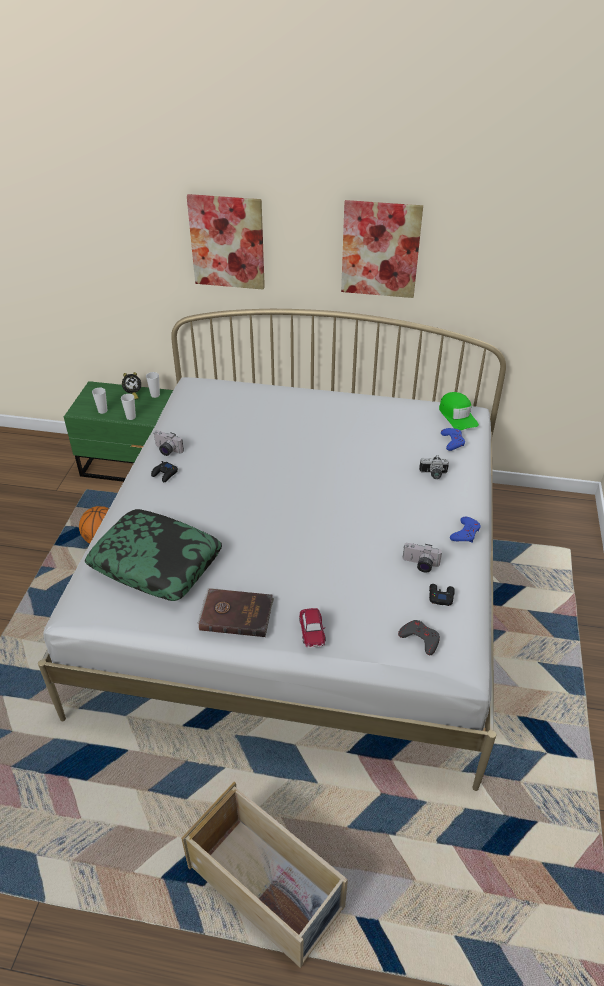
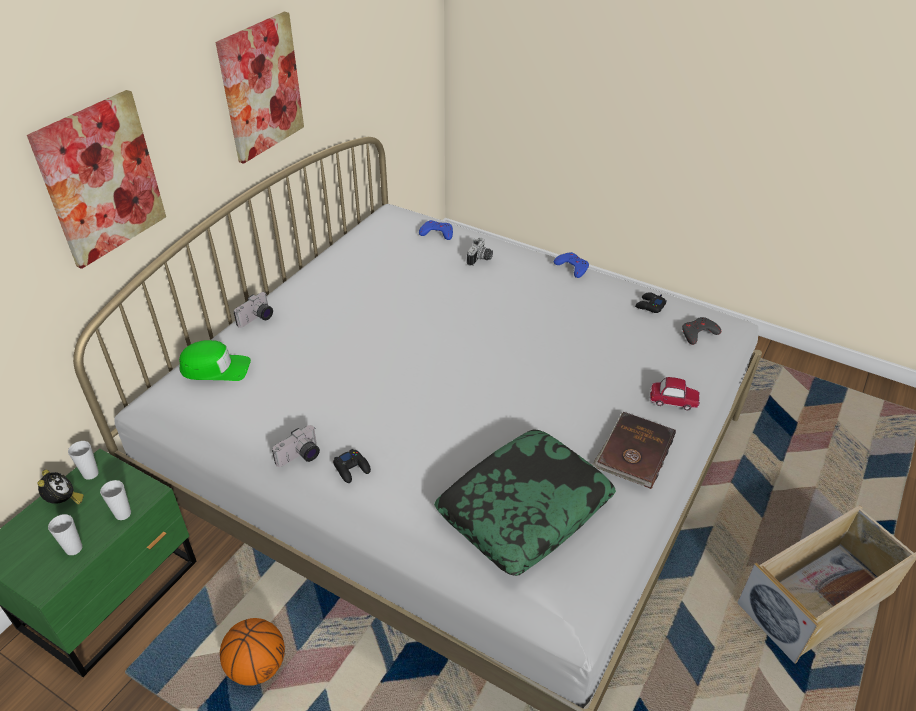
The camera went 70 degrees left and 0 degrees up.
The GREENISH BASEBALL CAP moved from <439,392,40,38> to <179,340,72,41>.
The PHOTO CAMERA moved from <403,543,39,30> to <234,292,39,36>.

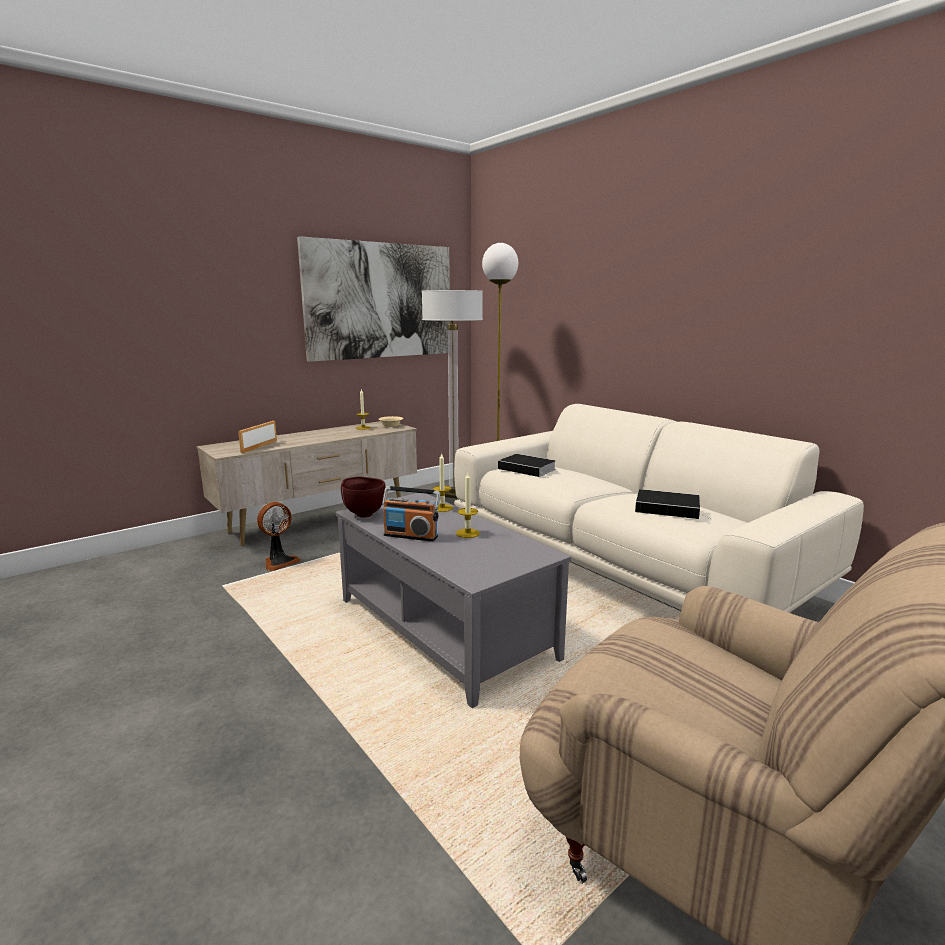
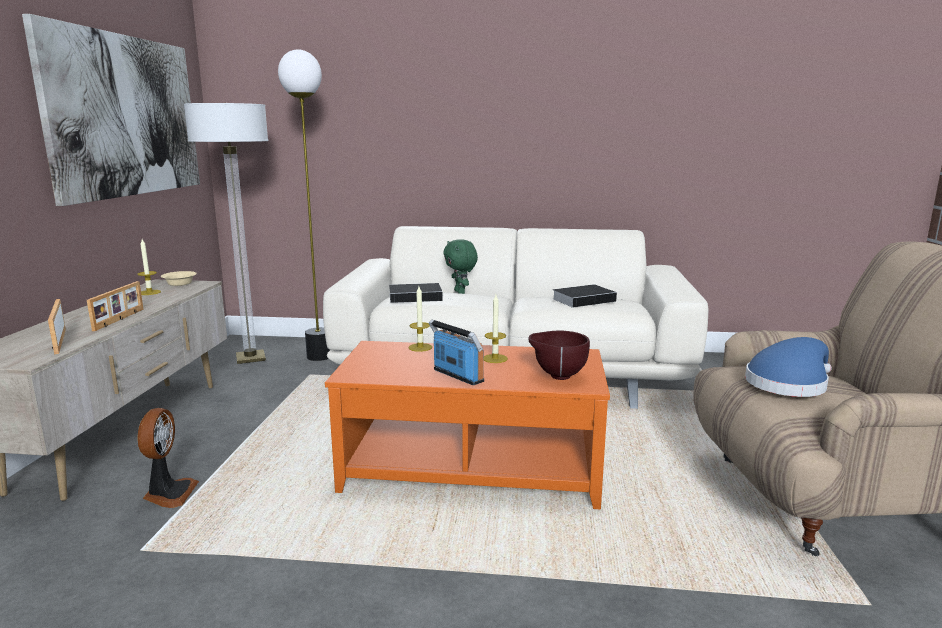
The camera went 45 degrees left and 0 degrees up.
The STANDING FRAME at <87,281,57,50> appeared.
The GRAY COFFEE TABLE at <336,493,235,215> became the ORANGE-COLOURED COFFEE TABLE at <325,341,285,168>.
The RADIO at <382,486,58,56> turned 105 degrees counterclockwise.
The GREENISH SOFT TOY at <443,239,35,55> appeared.
The BROWN DEEP DISH moved from <341,477,45,41> to <528,331,62,49>.
The BLUE-COLOURED WEARABLE HAT at <745,337,87,60> appeared.

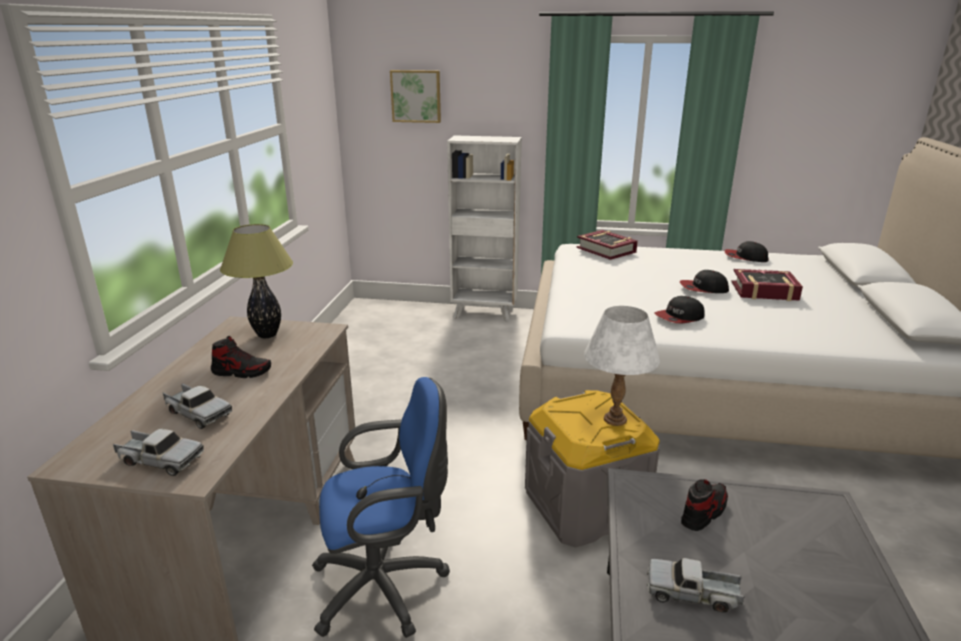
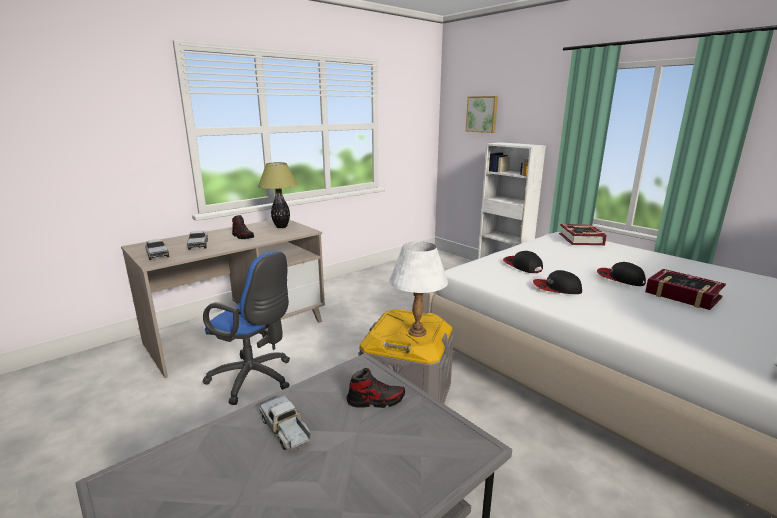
The camera went 40 degrees right and 5 degrees down.
The BASEBALL CAP moved from <725,241,44,21> to <503,251,40,22>.

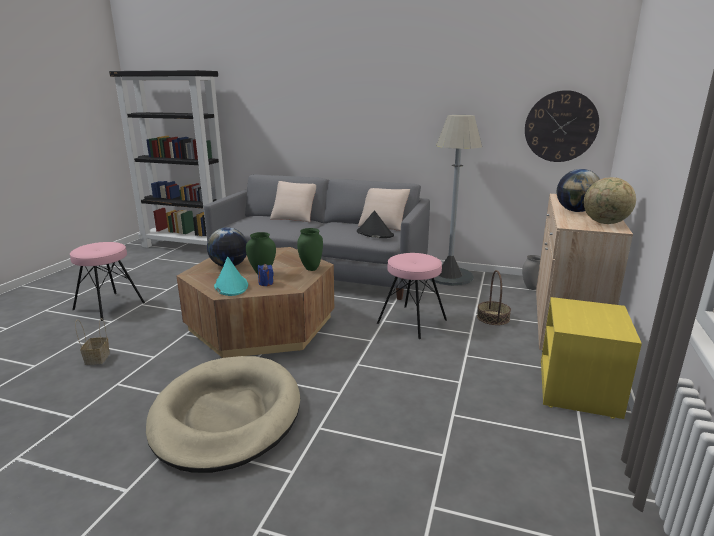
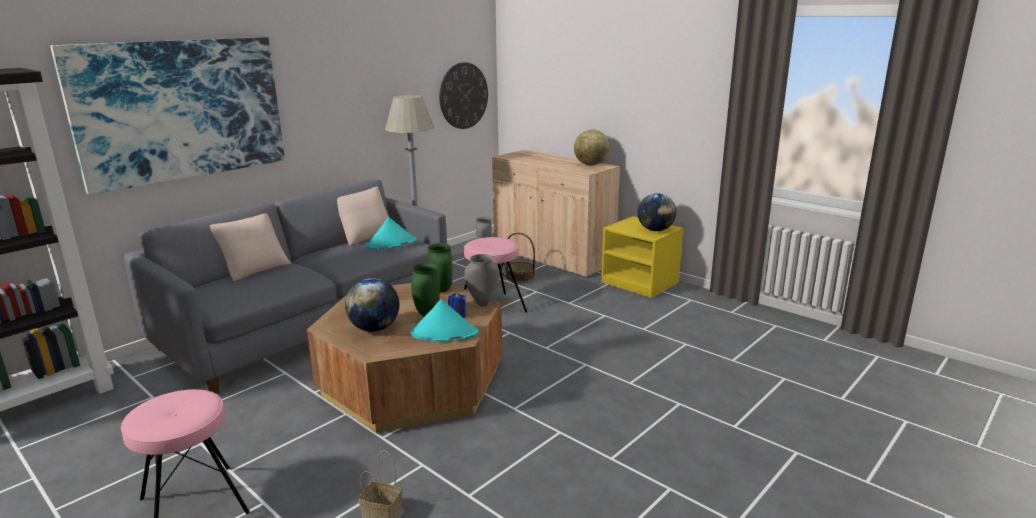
The camera went 65 degrees left and 0 degrees up.
The WALL ART at <50,37,235,158> appeared.
The BLACK WEARABLE HAT at <357,211,37,27> became the TURQUOISE WEARABLE HAT at <366,217,50,33>.
The GRAY VASE at <464,254,35,52> appeared.
The GLOBE moved from <557,169,43,43> to <638,193,38,38>.
The SAND-COLOURED PET BED at <146,356,154,117> disappeared.

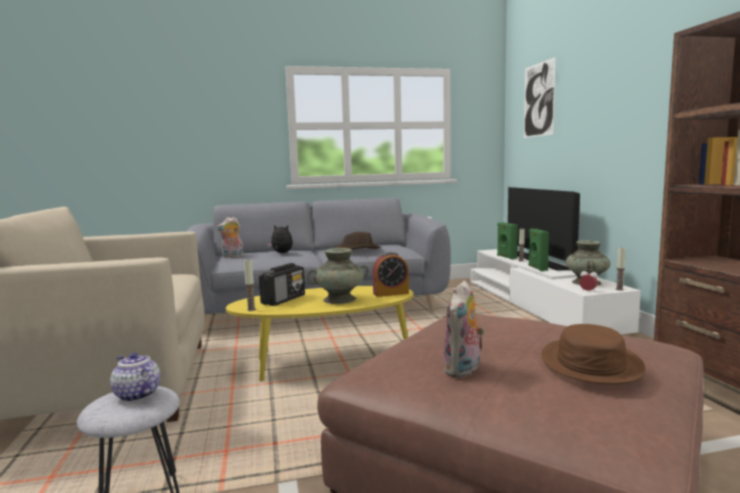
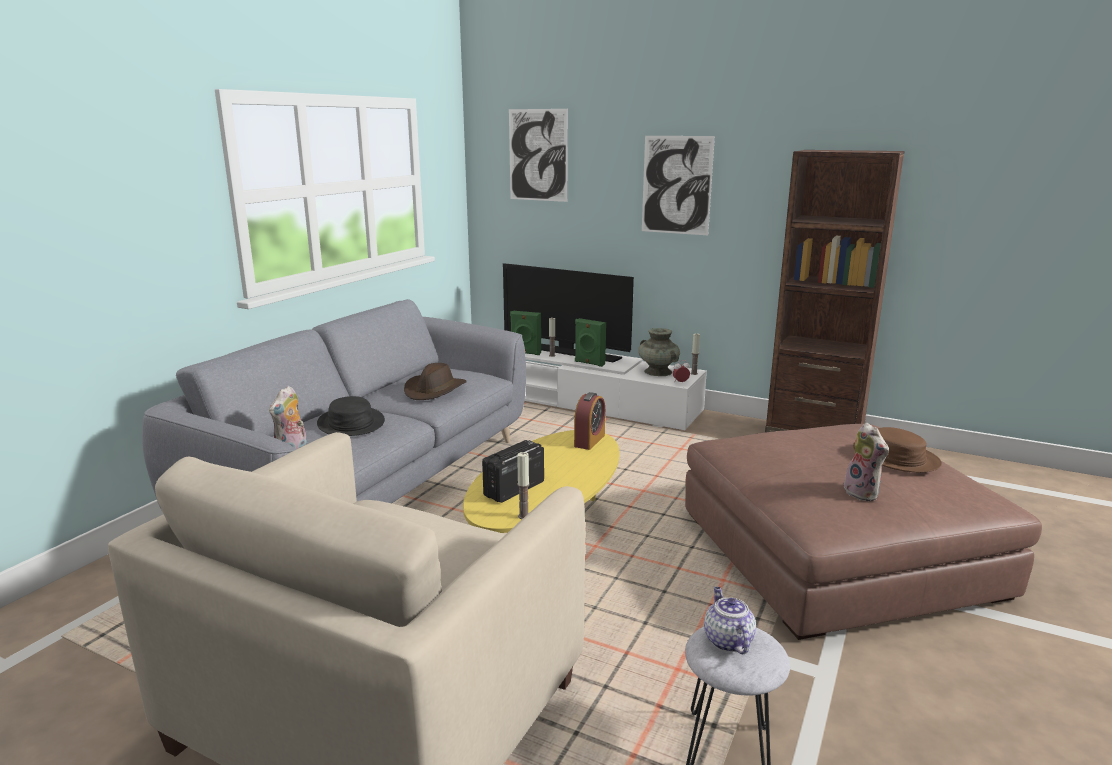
The camera went 50 degrees left and 10 degrees up.
The SOFT TOY at <267,225,26,28> was replaced by the BLACK WEARABLE HAT at <317,396,68,40>.
The RADIO at <259,263,46,43> turned 120 degrees counterclockwise.
The WALL ART at <642,136,73,99> appeared.
The TEA POT at <110,352,51,50> turned 90 degrees clockwise.
The TURQUOISE VASE at <307,248,62,56> disappeared.

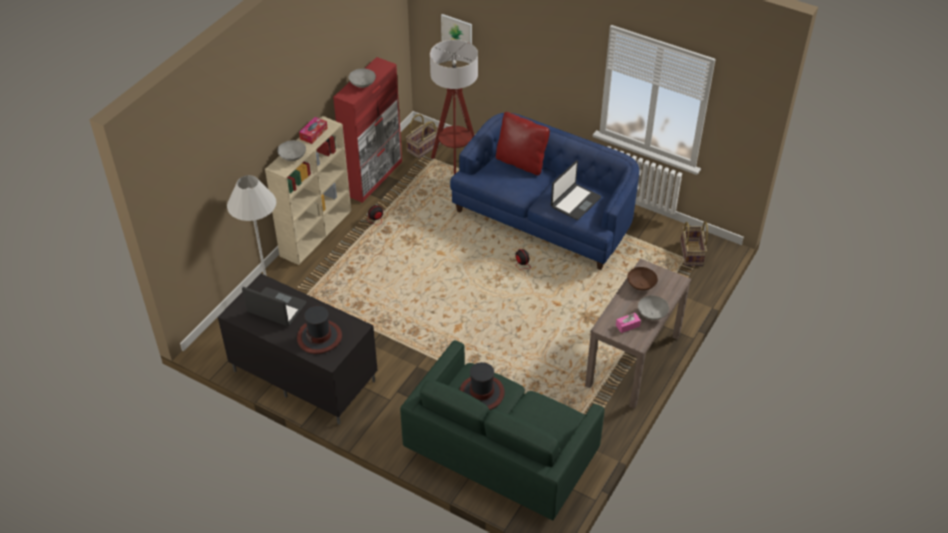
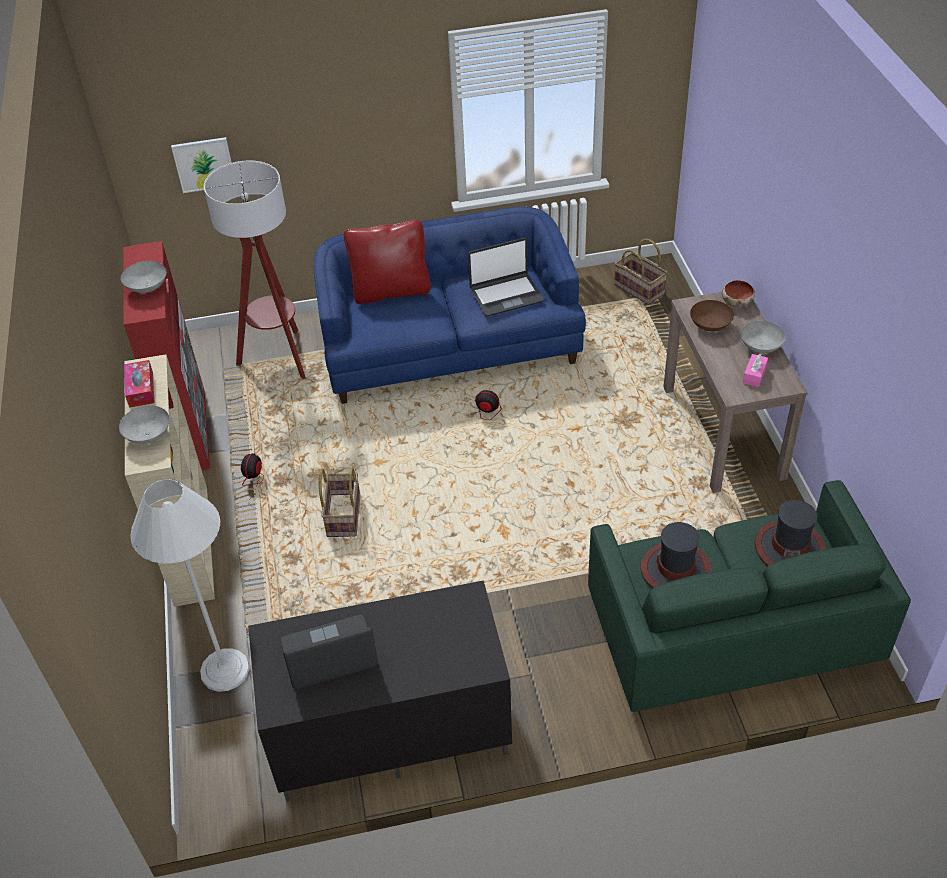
The camera went 40 degrees left and 0 degrees up.
The HOUSEHOLD BASKET moved from <406,114,35,44> to <319,468,41,69>.
The PORTABLE COMPUTER at <551,161,50,59> turned 75 degrees clockwise.
The DEEP DISH at <722,280,33,27> appeared.
The WEARABLE HAT moved from <297,306,45,48> to <755,500,71,66>.

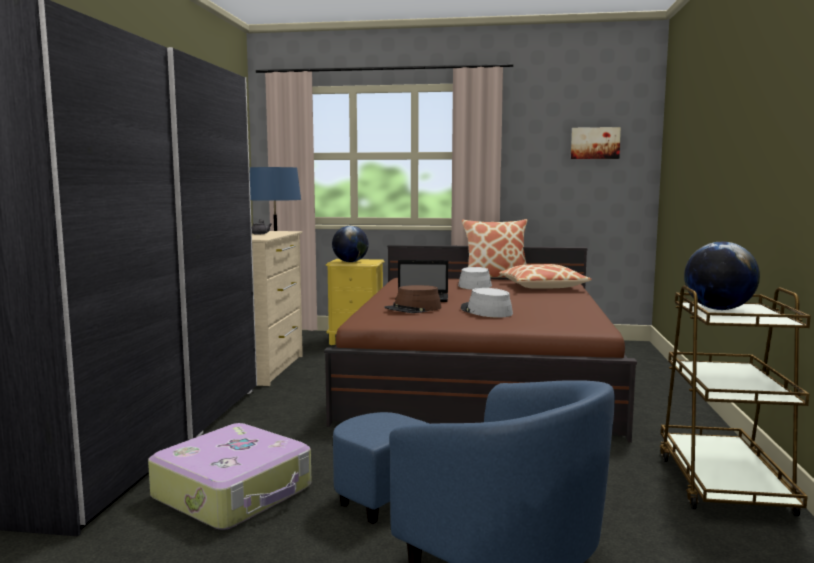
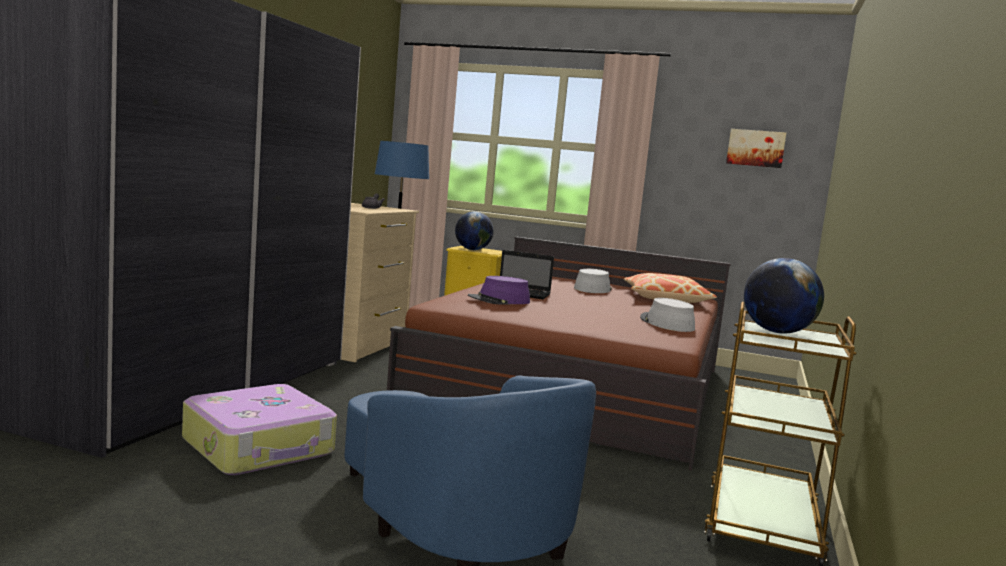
The camera went 10 degrees right and 0 degrees up.
The BROWN WEARABLE HAT at <384,285,57,28> became the PURPLE WEARABLE HAT at <468,276,62,29>.
The GRAY WEARABLE HAT moved from <461,288,52,30> to <640,298,55,34>.
The THROW PILLOW at <462,219,65,59> disappeared.

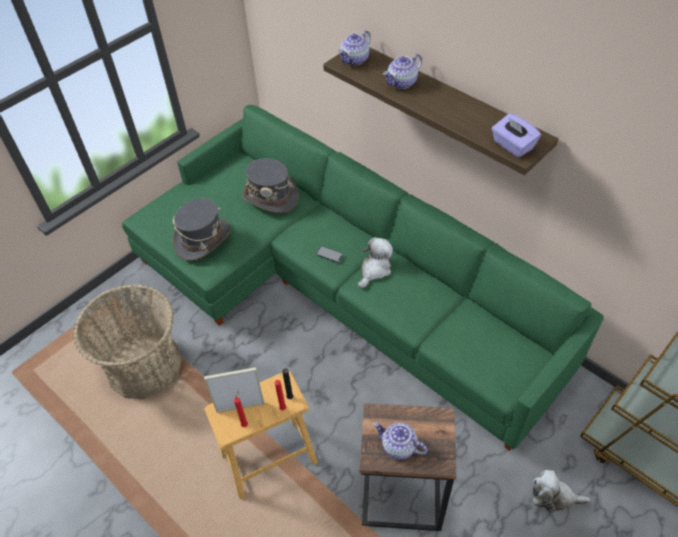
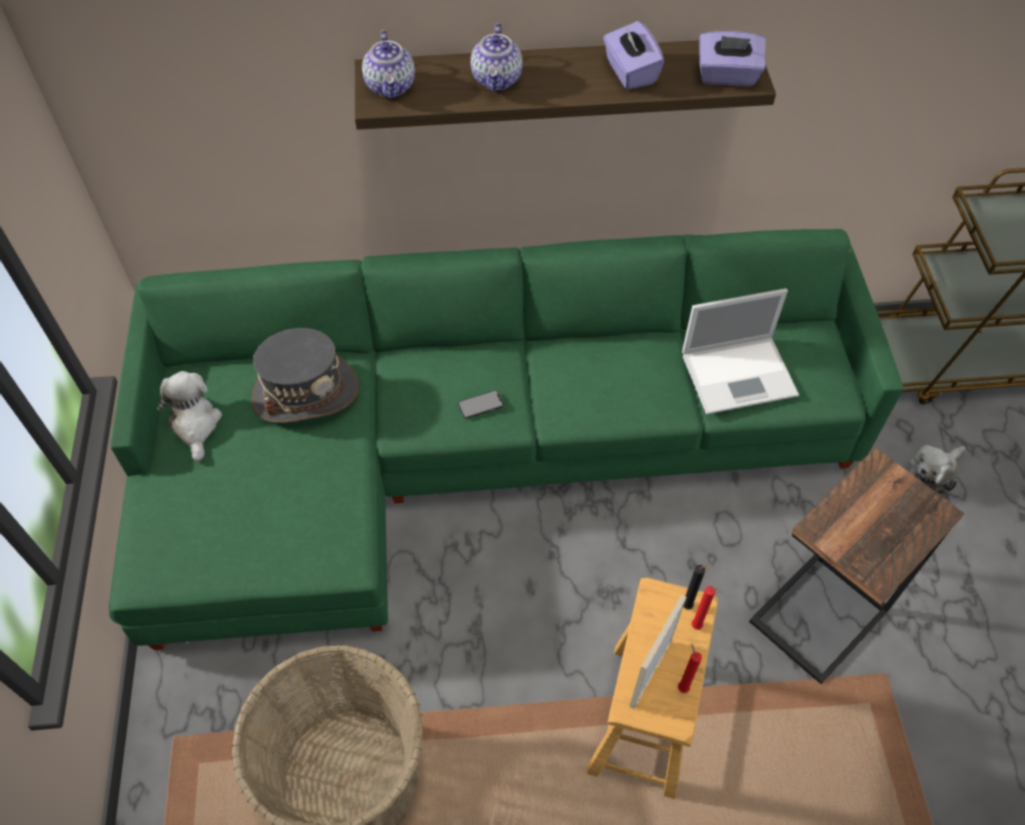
The camera went 50 degrees left and 5 degrees up.
The SOFT TOY moved from <358,237,35,51> to <157,371,65,91>.
The PURPLE TISSUE HOLDER at <603,21,61,69> appeared.
The PORTABLE COMPUTER at <682,288,117,126> appeared.
The GRAY WEARABLE HAT at <173,198,58,63> disappeared.
The TEA POT at <373,422,55,38> disappeared.

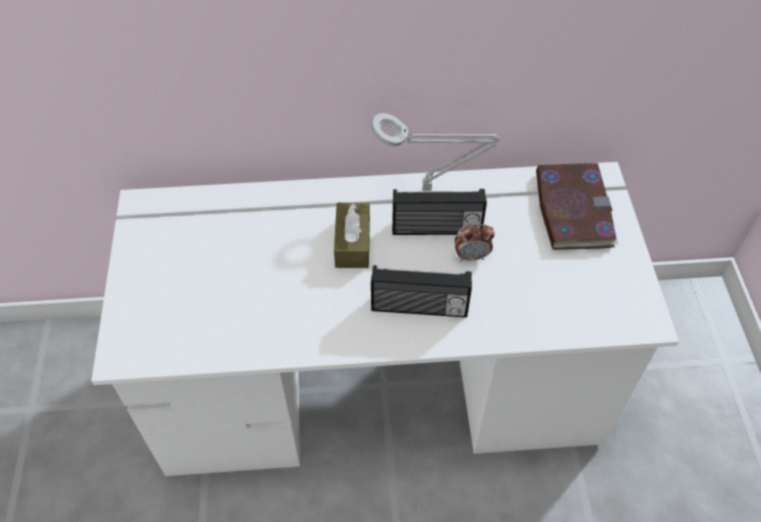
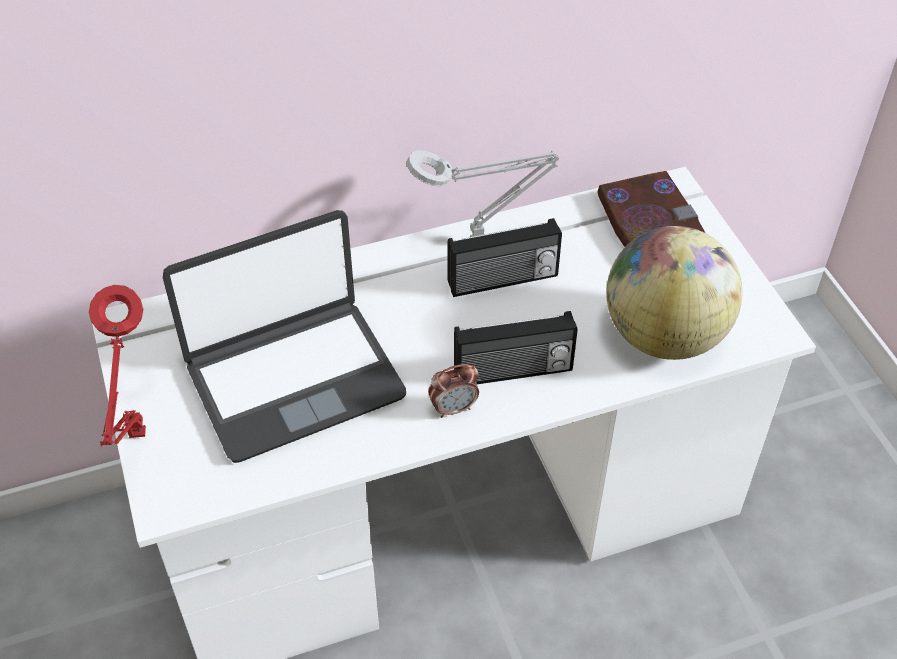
The camera went 15 degrees left and 5 degrees down.
The RED-COLOURED TABLETOP LAMP at <89,285,57,161> appeared.
The PORTABLE COMPUTER at <163,210,243,253> appeared.
The TABLE CLOCK moved from <455,224,40,37> to <428,364,51,54>.
The GLOBE at <606,226,137,134> appeared.
The BROWN TISSUE HOLDER at <334,202,36,66> disappeared.

